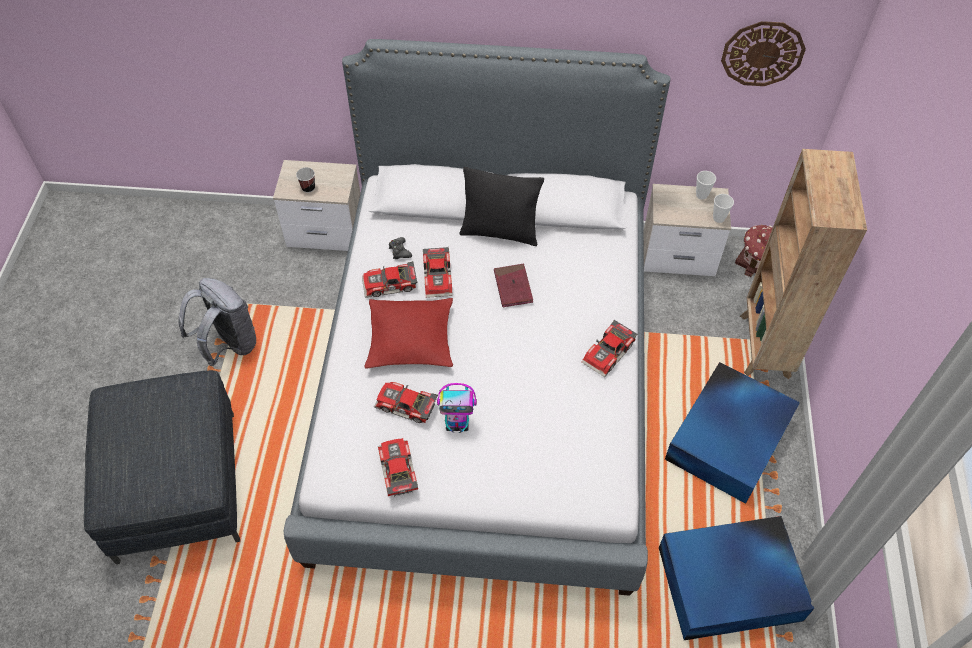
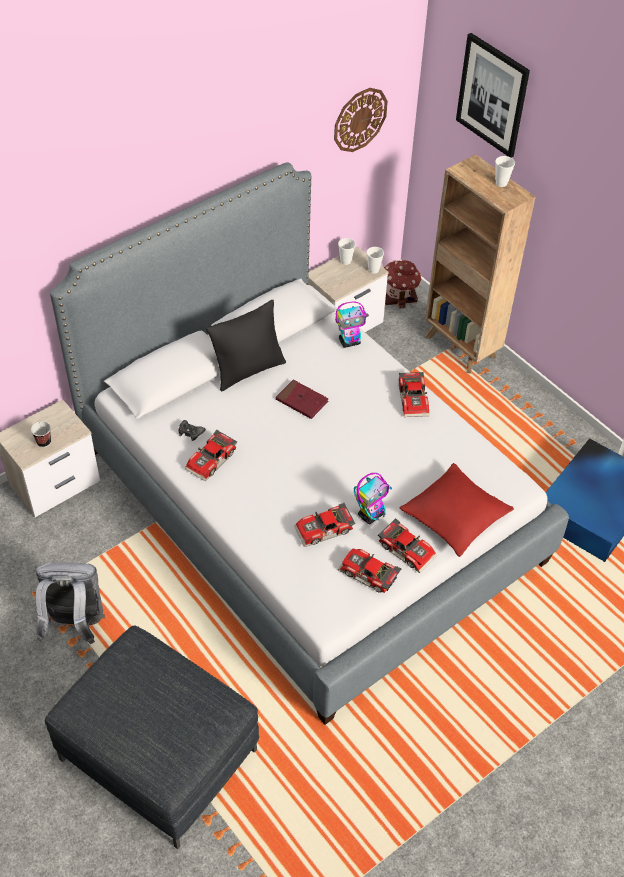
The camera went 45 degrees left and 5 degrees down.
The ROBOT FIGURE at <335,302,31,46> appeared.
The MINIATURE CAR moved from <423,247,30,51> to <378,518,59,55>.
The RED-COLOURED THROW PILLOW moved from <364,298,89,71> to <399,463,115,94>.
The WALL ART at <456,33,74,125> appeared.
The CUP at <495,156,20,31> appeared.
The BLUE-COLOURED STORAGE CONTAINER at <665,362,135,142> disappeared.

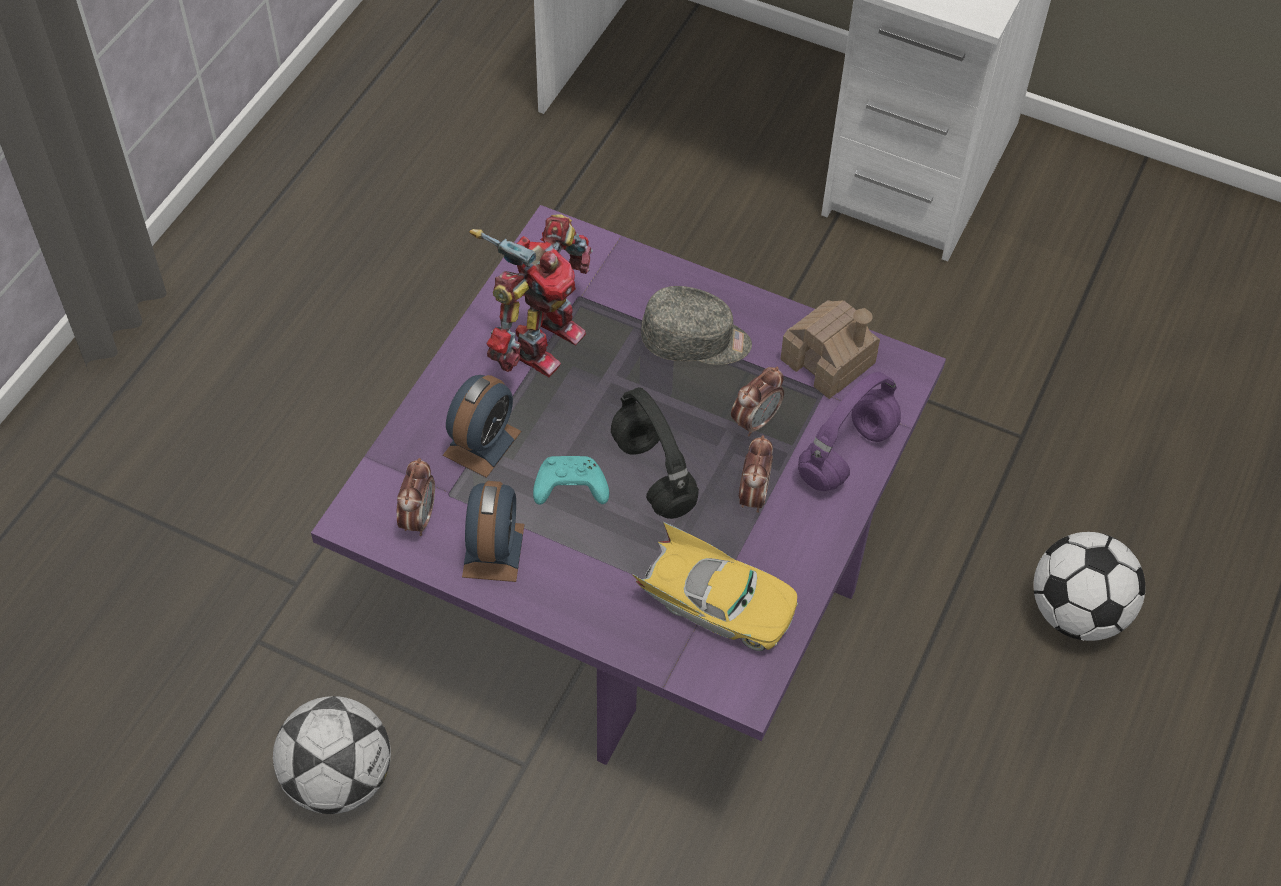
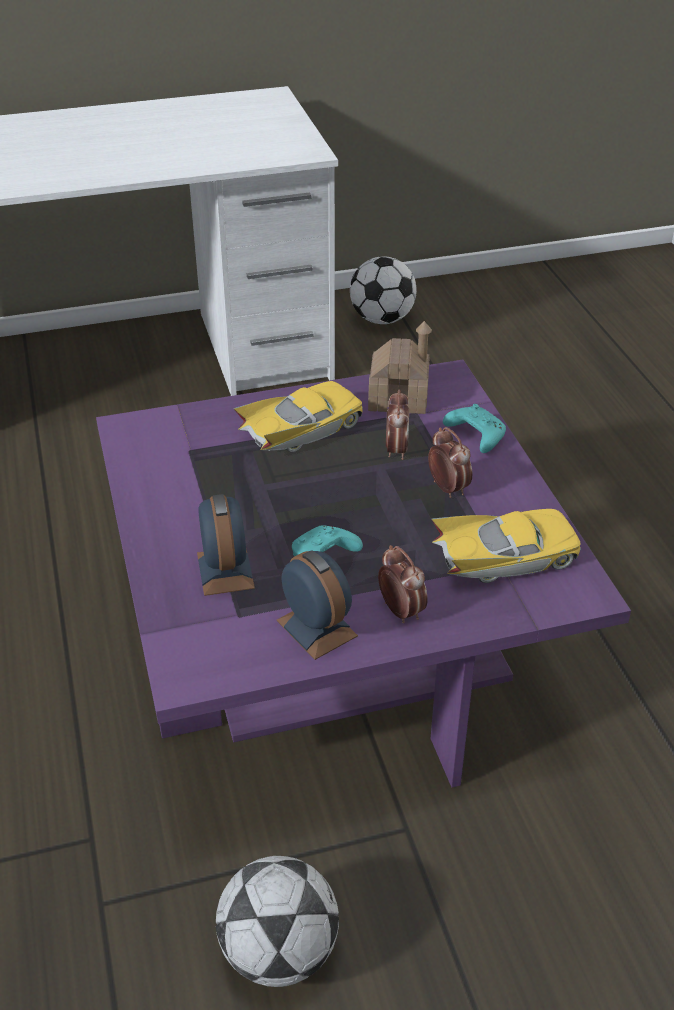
The camera went 40 degrees left and 15 degrees down.
The GRAY BASEBALL CAP at <641,286,111,79> was replaced by the YELLOW-COLOURED MINIATURE CAR at <233,381,130,72>.
The FOOTBALL moved from <1033,532,112,109> to <350,256,67,68>.
The TABLE CLOCK moved from <397,458,38,78> to <378,545,50,78>.
The PURPLE HEADSET at <798,372,103,119> was replaced by the TURQUOISE GAME CONTROLLER at <443,404,63,49>.
The ROBOT FIGURE at <469,214,124,163> disappeared.
The BLACK HEADSET at <611,387,88,132> disappeared.

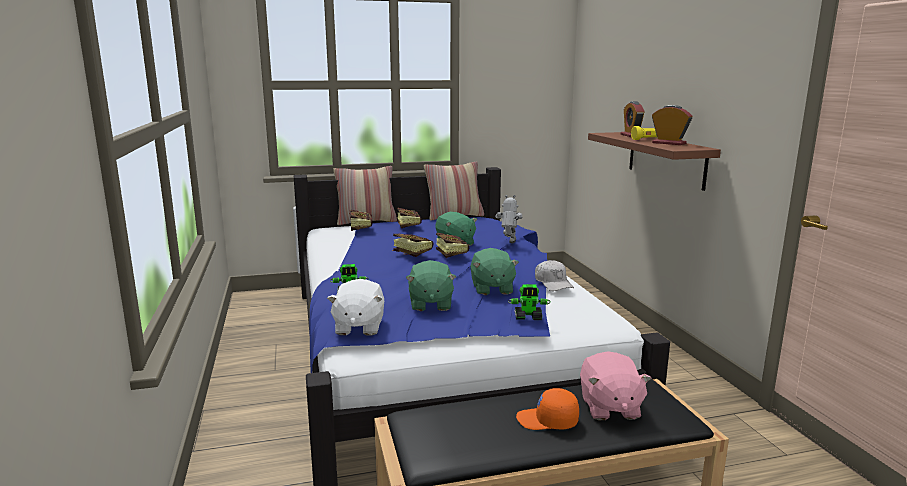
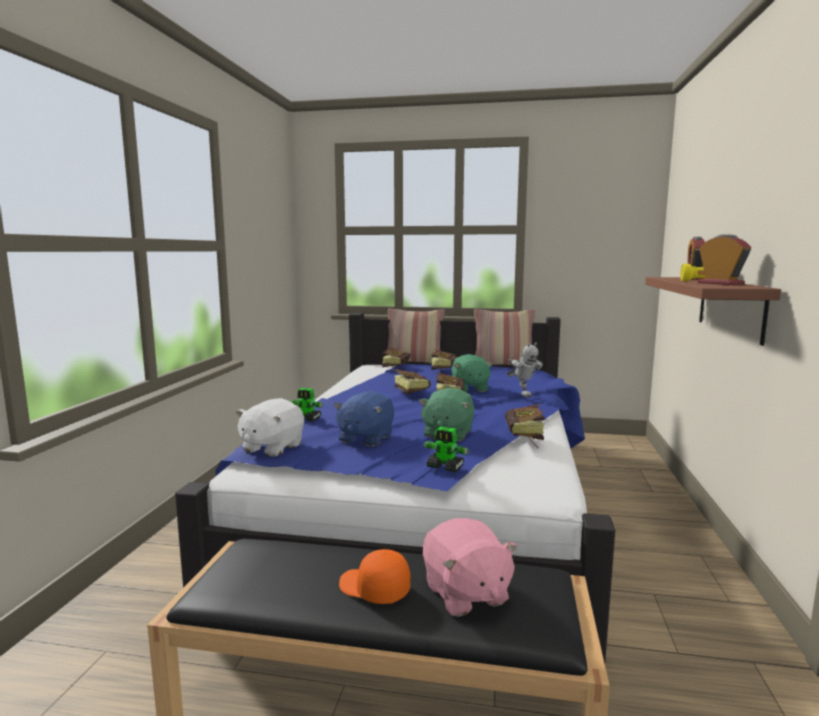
The camera went 25 degrees right and 5 degrees down.
The GREENISH SOFT TOY at <406,260,50,51> became the BLUE-COLOURED SOFT TOY at <333,391,61,56>.
The PINK-COLOURED SOFT TOY at <580,351,72,69> turned 45 degrees counterclockwise.
The WHITE BASEBALL CAP at <535,260,39,31> was replaced by the VOLUME at <505,404,40,45>.
The ROBOT FIGURE at <495,195,27,48> turned 120 degrees clockwise.

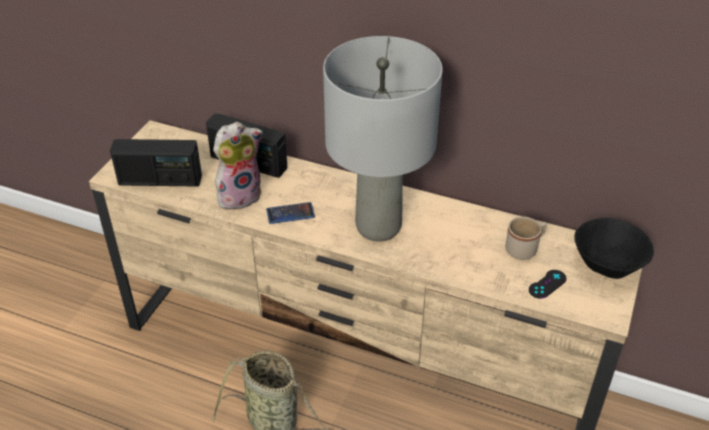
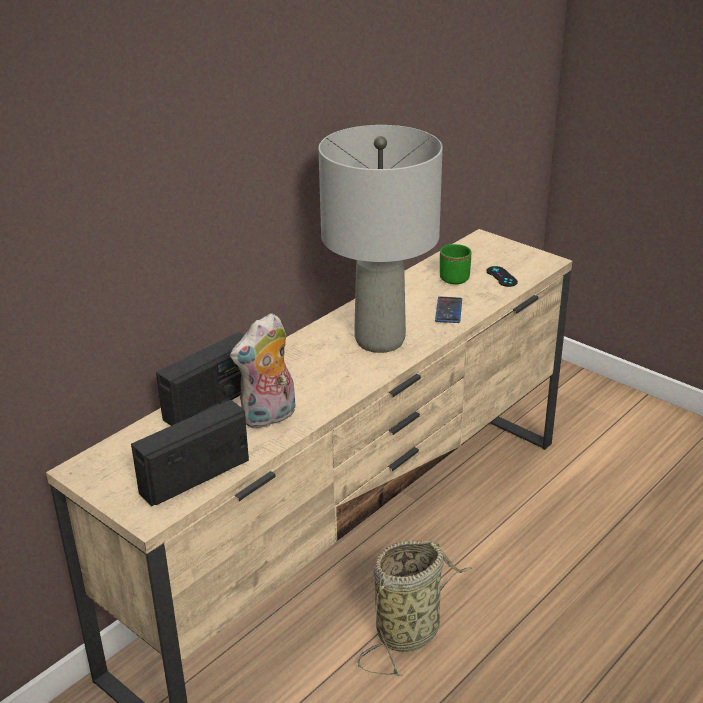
The camera went 70 degrees left and 10 degrees down.
The RADIO at <110,139,92,47> turned 150 degrees counterclockwise.
The SOFT TOY at <213,122,50,87> turned 120 degrees counterclockwise.
The HANDSET moved from <266,202,49,22> to <435,297,27,26>.
The SAND-COLOURED MUG at <505,217,42,43> became the GREENISH MUG at <440,244,31,40>.
The BLACK DEEP DISH at <574,218,80,61> disappeared.

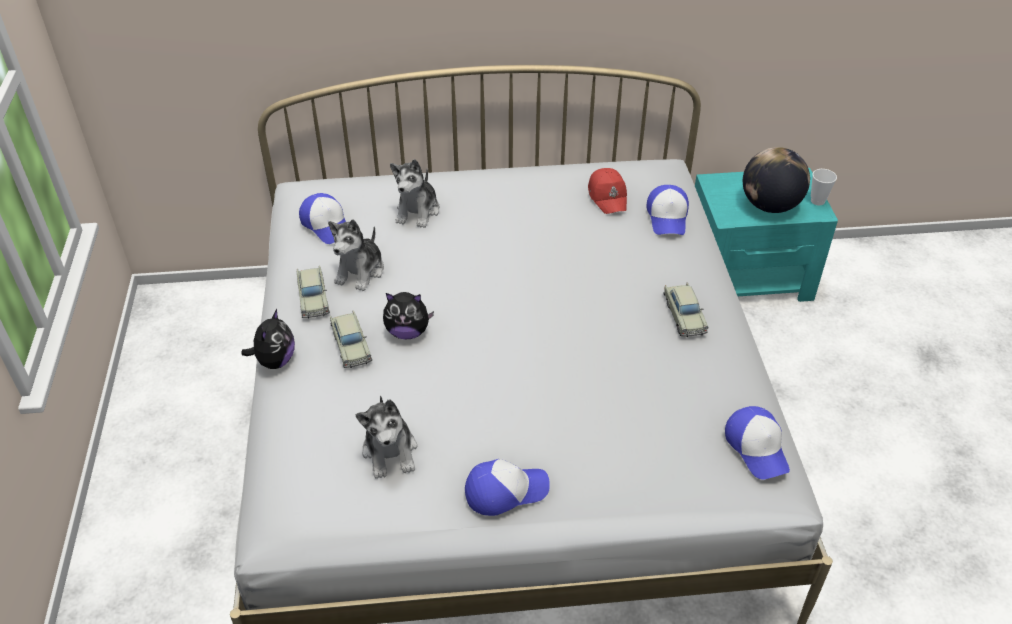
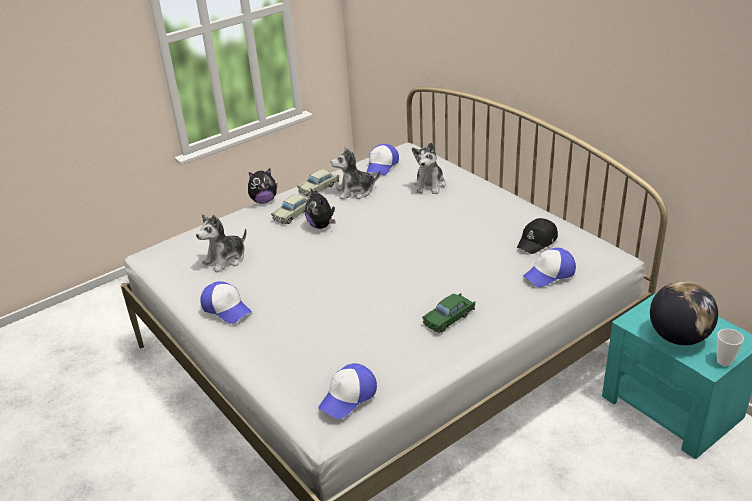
The camera went 60 degrees right and 10 degrees down.
The SOFT TOY at <390,159,50,69> turned 60 degrees counterclockwise.
The SAND-COLOURED MINIATURE CAR at <664,283,45,54> became the GREENISH MINIATURE CAR at <422,293,53,40>.
The RED-COLOURED BASEBALL CAP at <588,168,39,46> became the BLACK BASEBALL CAP at <517,218,41,36>.

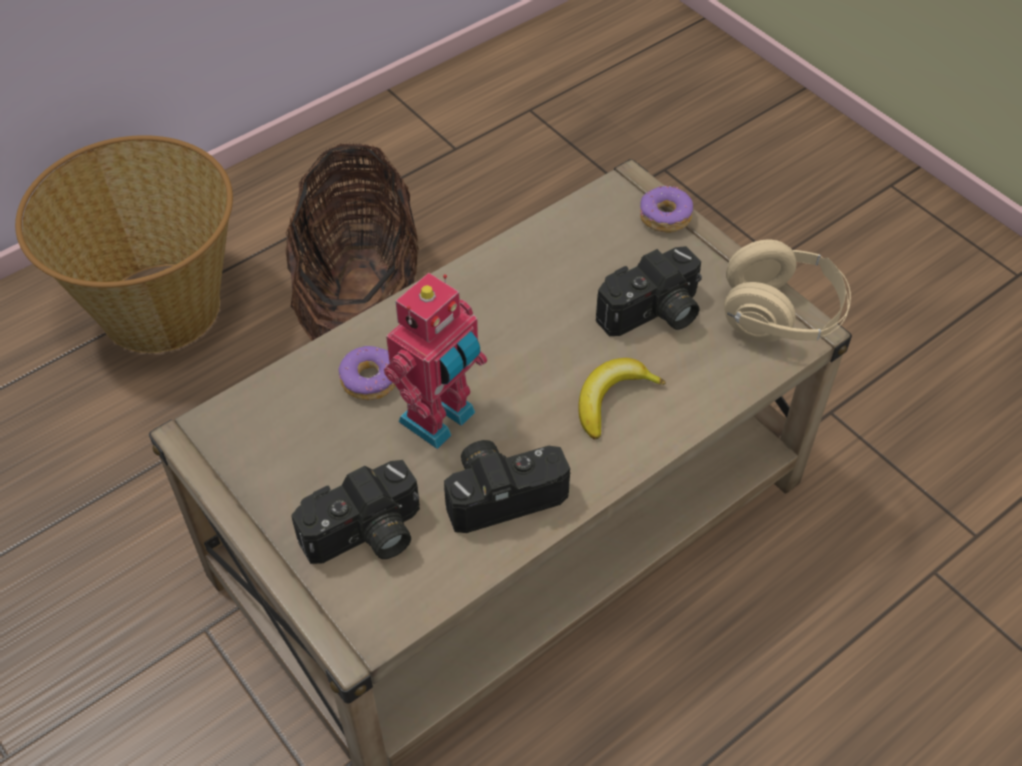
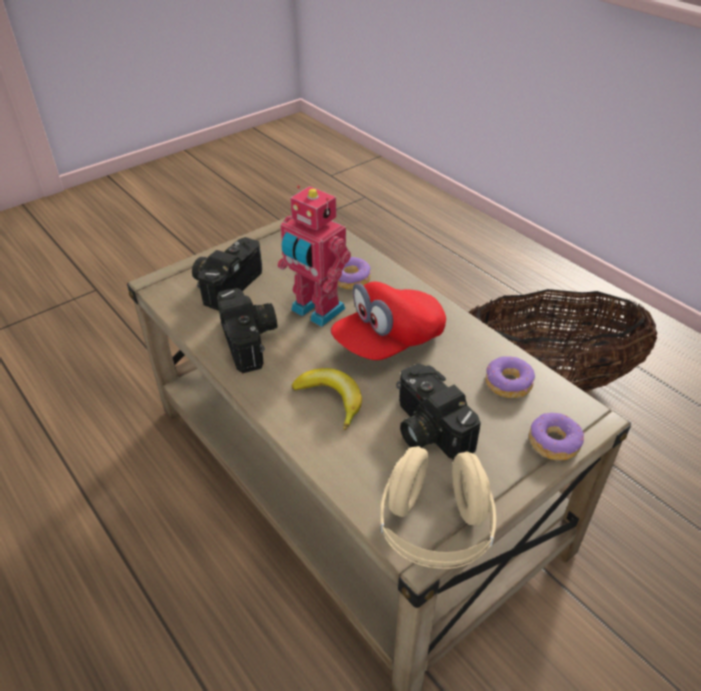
The camera went 90 degrees right and 10 degrees down.
The PHOTO CAMERA at <291,460,129,104> turned 60 degrees clockwise.
The RED-COLOURED BASEBALL CAP at <331,281,115,79> appeared.
The RING DOUGHNUT at <486,356,49,42> appeared.
The HOUSEHOLD BASKET at <15,135,218,218> disappeared.

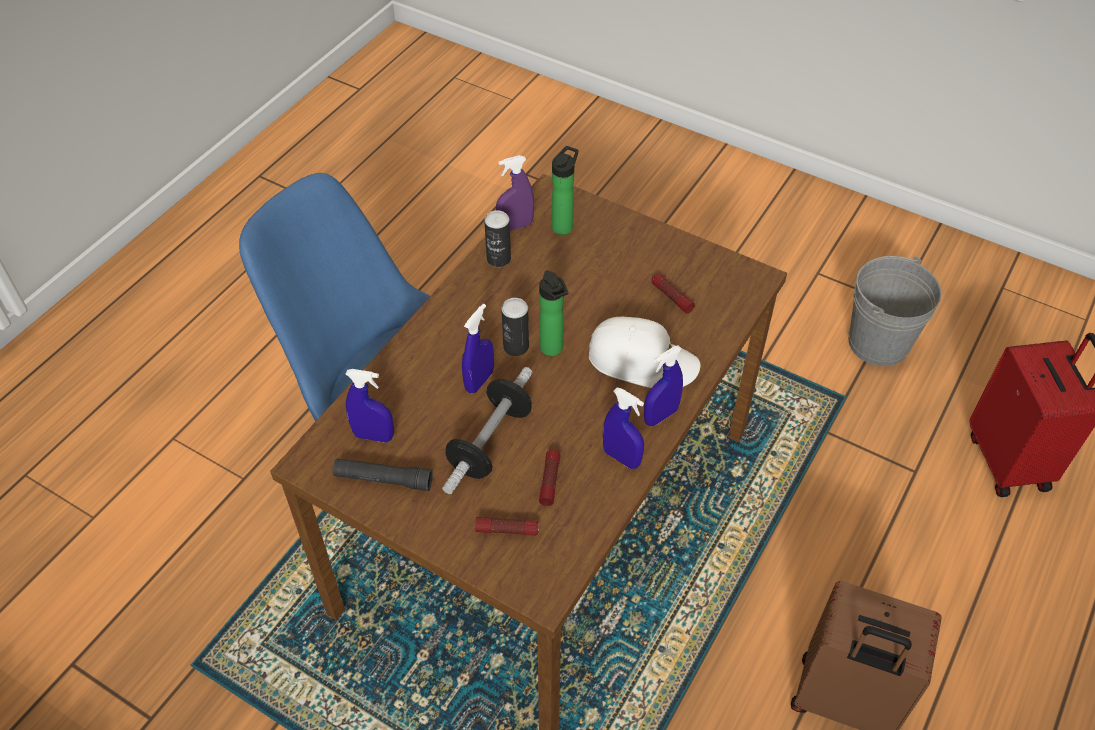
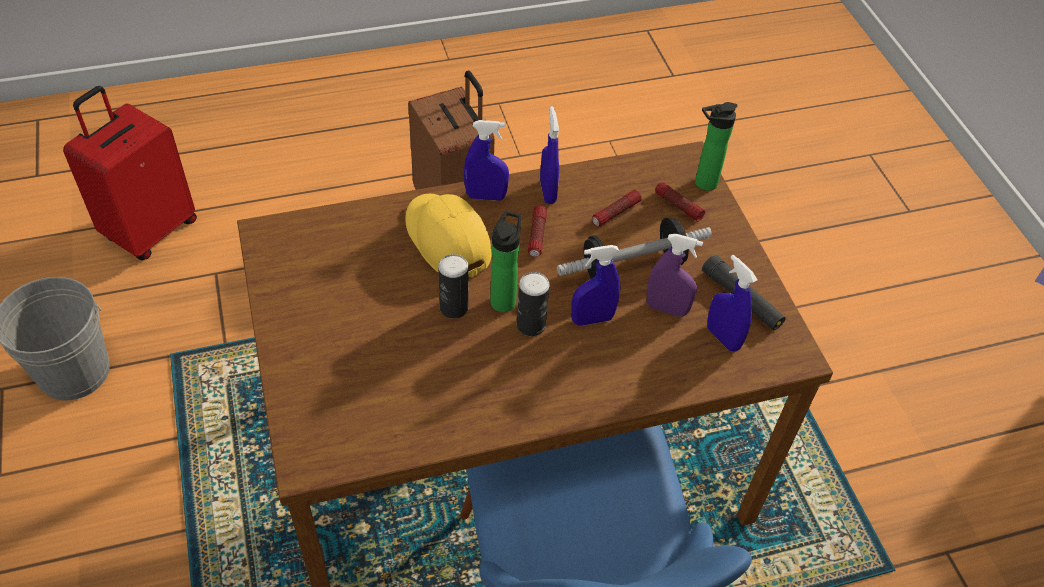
The camera went 140 degrees left and 0 degrees up.
The WHITE BASEBALL CAP at <589,317,112,71> became the YELLOW-COLOURED BASEBALL CAP at <406,194,86,84>.
The CAN moved from <484,210,27,57> to <438,254,30,65>.
The TORCH moved from <652,274,43,39> to <528,206,19,51>.
The PURPLE SPRAYER moved from <496,155,38,76> to <647,234,56,83>.
The BOTTLE moved from <552,146,26,89> to <695,102,43,89>.

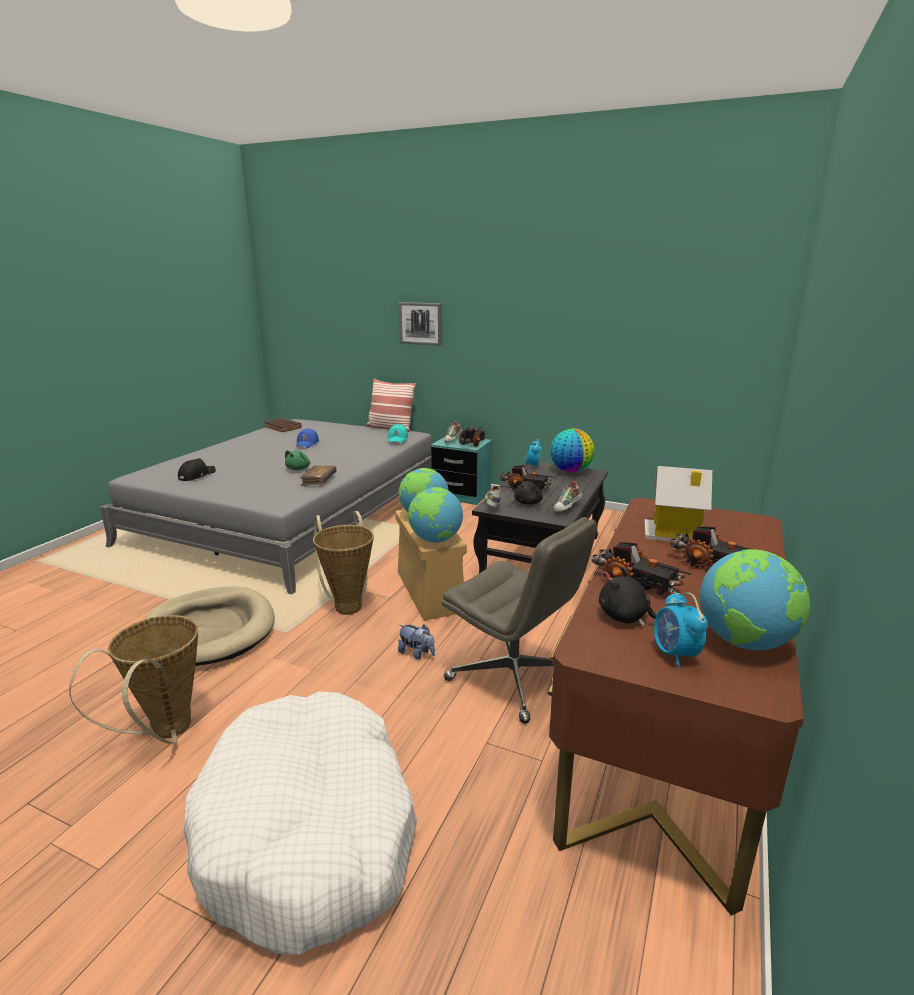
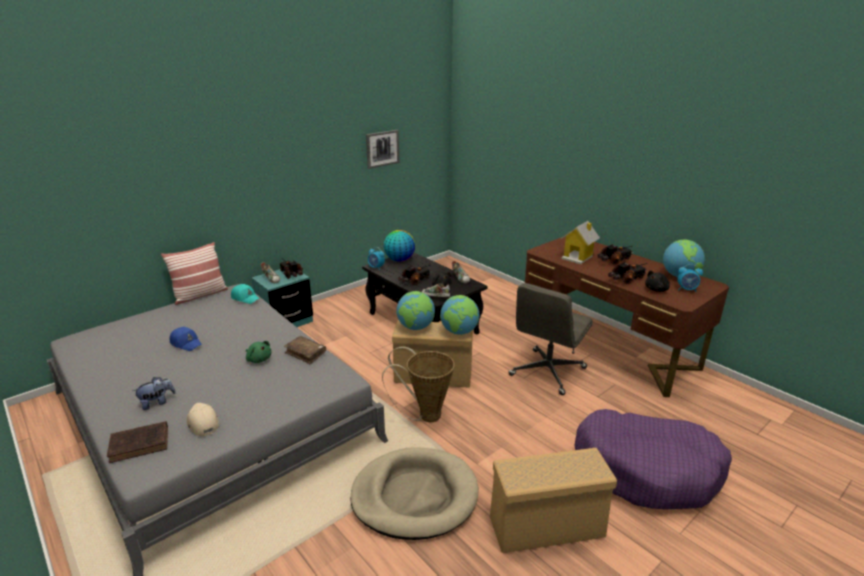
The camera went 65 degrees left and 5 degrees up.
The BROWN VOLUME moved from <264,418,38,14> to <107,421,61,42>.
The SOFT TOY moved from <398,624,37,35> to <133,377,43,33>.
The BLACK BASEBALL CAP at <178,458,38,23> became the SAND-COLOURED BASEBALL CAP at <187,403,32,33>.
The WALL ART moved from <399,302,43,44> to <366,130,33,39>.
The HOUSEHOLD BASKET at <69,615,129,129> was replaced by the SAND-COLOURED STORAGE CONTAINER at <490,448,127,105>.
The GRAY DESK CHAIR at <442,517,155,207> turned 150 degrees clockwise.
The WHITE PET BED at <184,691,233,264> became the PURPLE PET BED at <574,409,158,100>.

